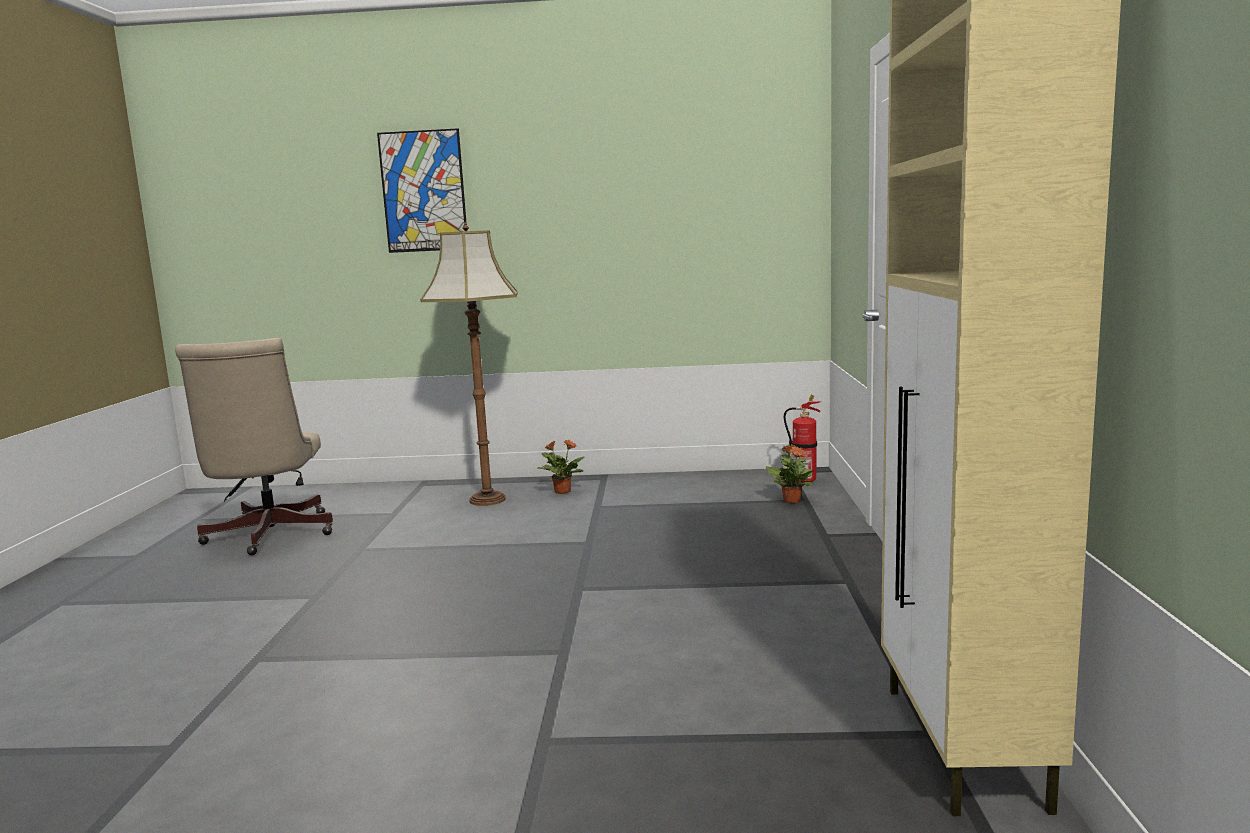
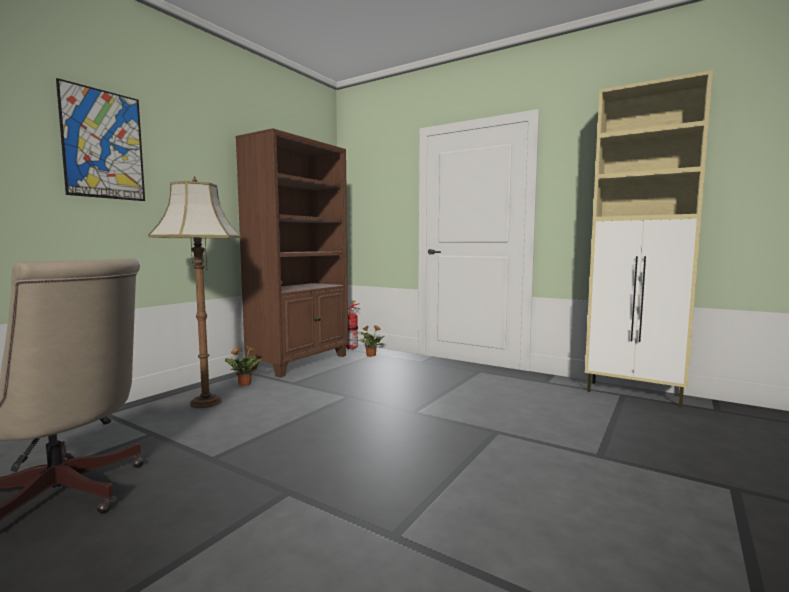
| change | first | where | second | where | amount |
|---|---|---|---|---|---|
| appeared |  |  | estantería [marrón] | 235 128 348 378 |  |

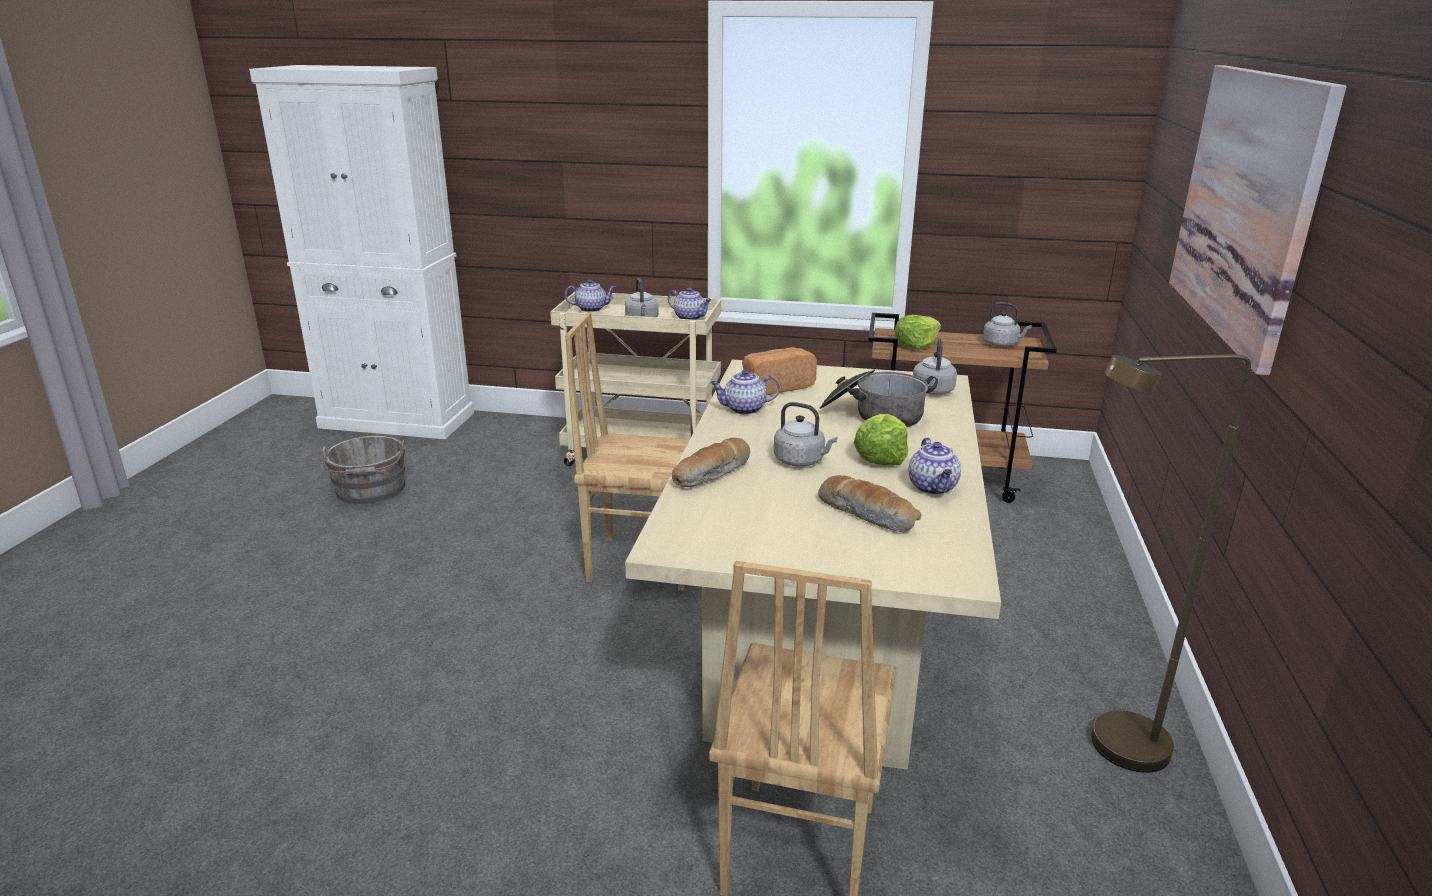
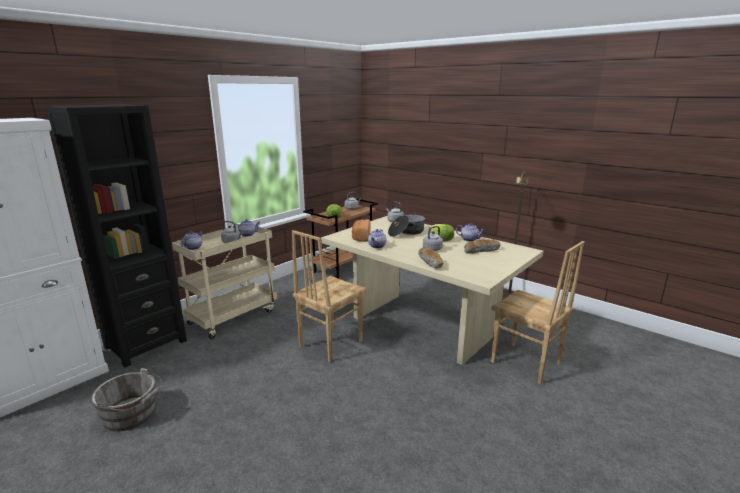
| change | first | where | second | where | amount |
|---|---|---|---|---|---|
| appeared |  |  | estantería [negro] | 46 104 187 367 |  |
| missing | cuadro | 1169 65 1346 375 |  |  |  |

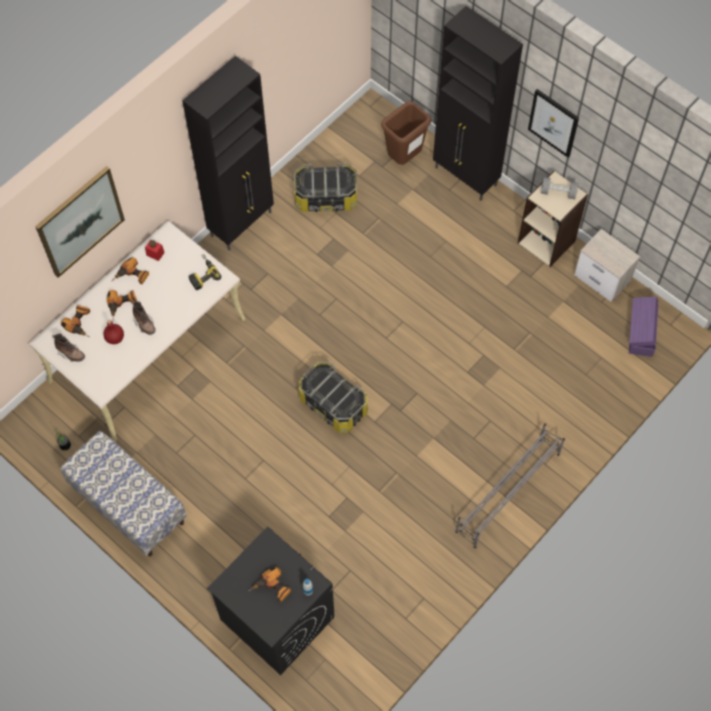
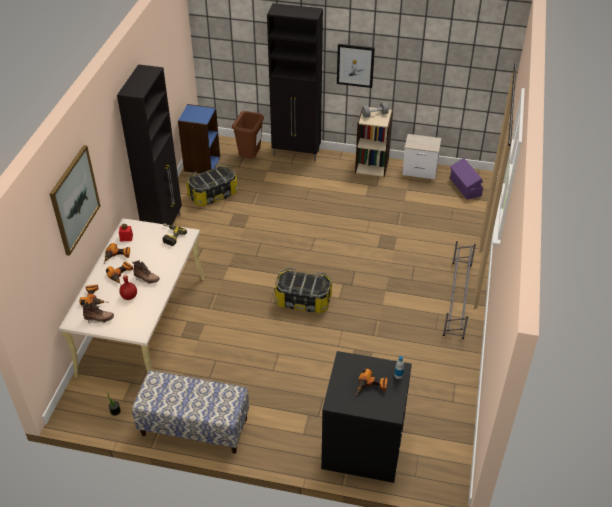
| change | first | where | second | where | amount |
|---|---|---|---|---|---|
| appeared |  |  | estantería [azul] | 178 104 220 173 |  |

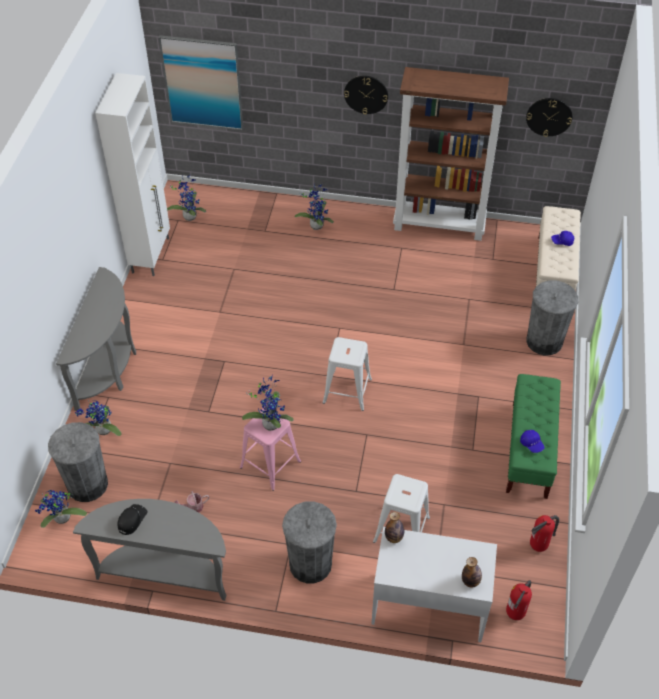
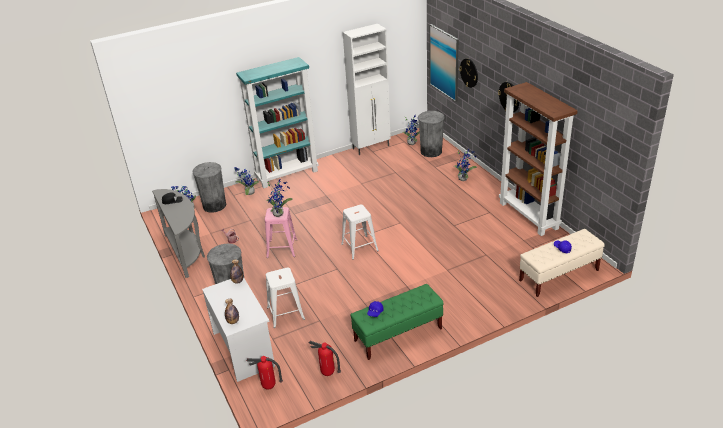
| change | first | where | second | where | amount |
|---|---|---|---|---|---|
| exchanged | mesa consola [gris] | 56 267 136 411 | estantería [turquesa] | 236 57 319 188 |  |
| relocated | papelera [gris] | 526 280 578 355 |  | 418 111 445 157 |  |
| relocated | reloj de pared | 526 98 572 137 |  | 459 58 478 88 |  |

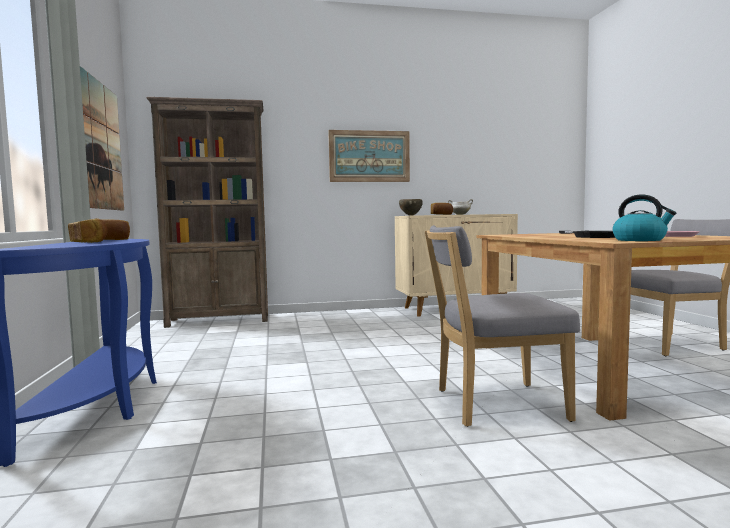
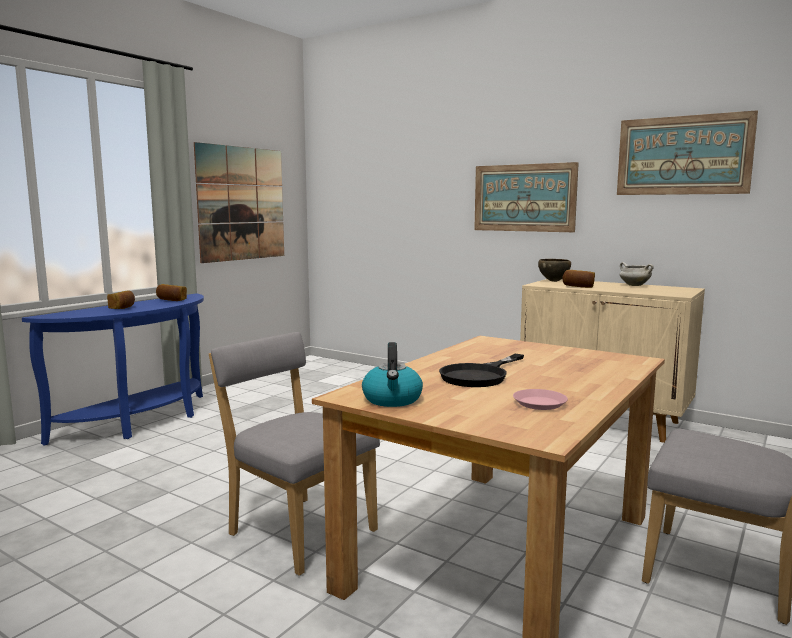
| change | first | where | second | where | amount |
|---|---|---|---|---|---|
| appeared |  |  | cuadro | 617 110 758 195 |  |
| missing | estantería [marrón] | 147 97 268 328 |  |  |  |

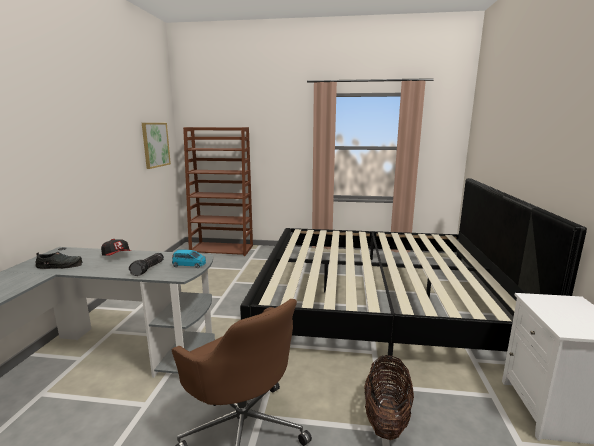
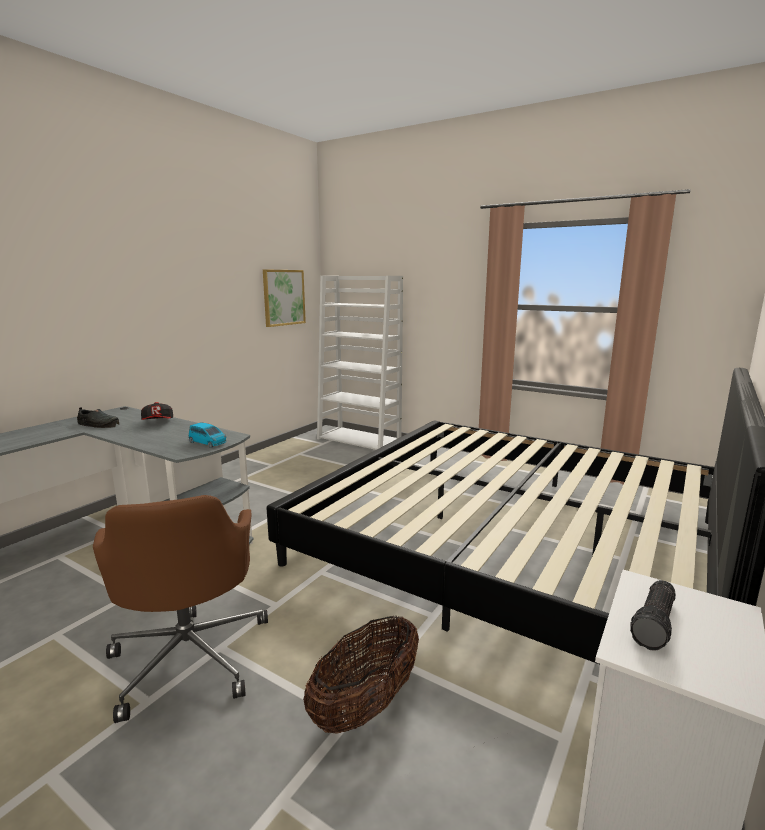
| change | first | where | second | where | amount |
|---|---|---|---|---|---|
| colour | estantería [marrón] | 183 127 253 256 | estantería [blanco] | 317 276 403 450 |  |
| relocated | linterna | 129 253 164 276 |  | 630 580 676 651 |  |

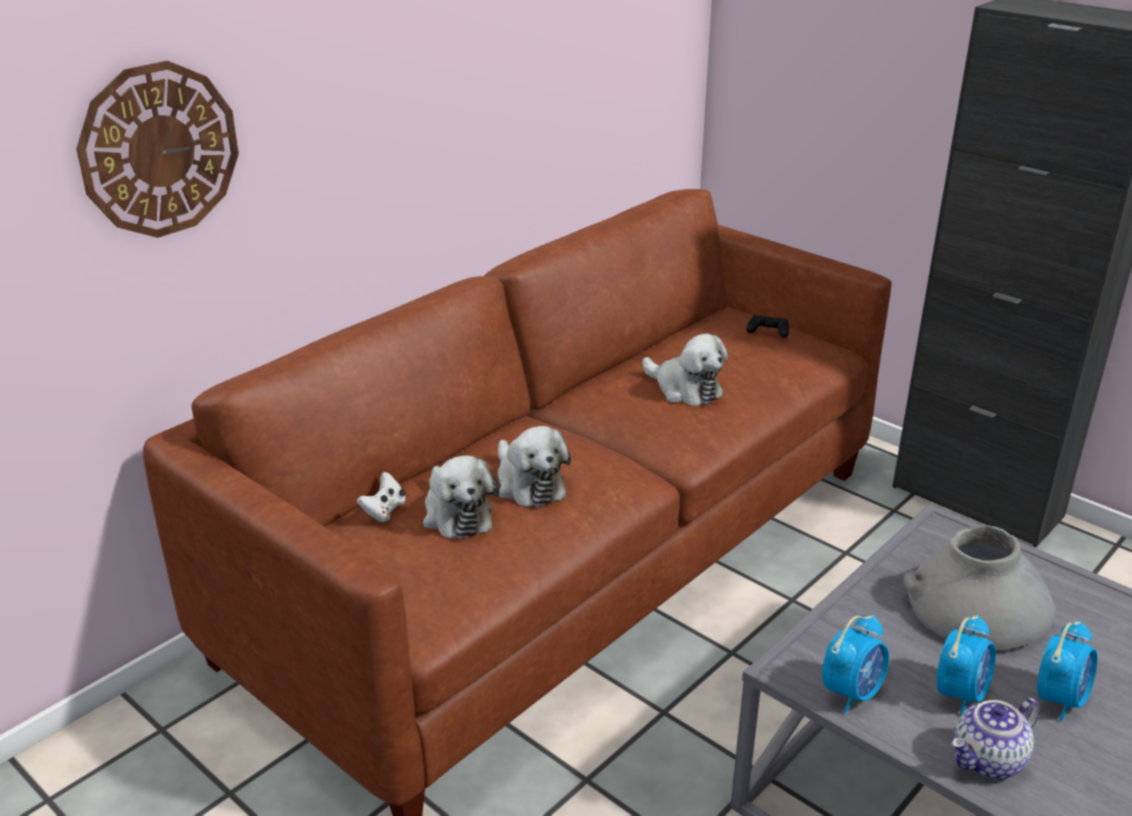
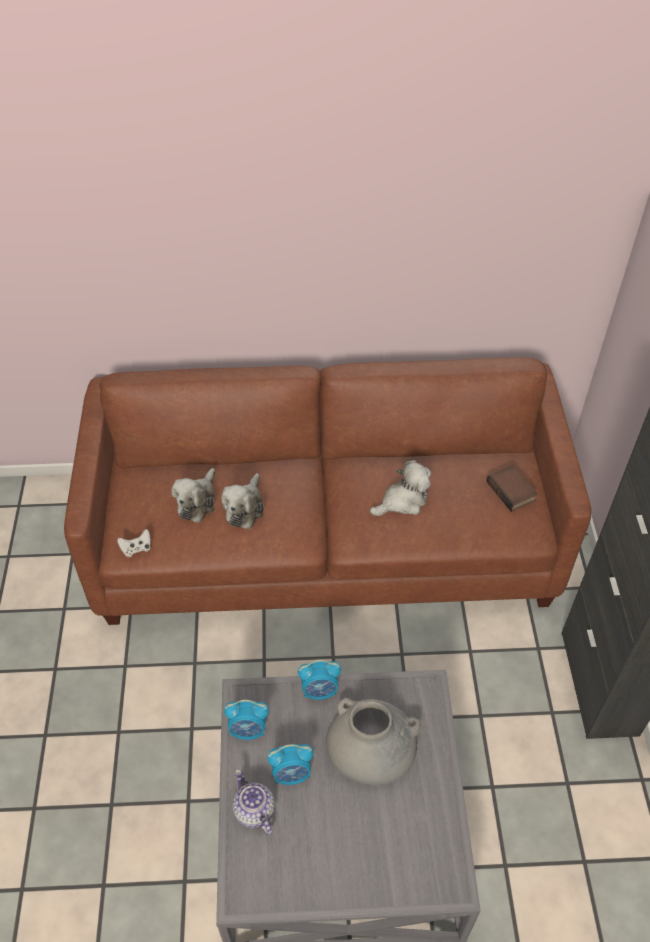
| change | first | where | second | where | amount |
|---|---|---|---|---|---|
| relocated | mando de consola [blanco] | 357 472 406 522 |  | 117 529 151 557 |  |
| spun | tetera | 952 698 1040 779 |  | 232 769 275 836 | 45 degrees clockwise |
| relocated | despertador | 1037 620 1097 722 |  | 298 660 341 700 |  |
| spun | peluche | 642 334 728 406 |  | 370 460 431 516 | 120 degrees counterclockwise |
| exchanged | mando de consola [negro] | 746 315 789 338 | libro | 486 465 538 512 |  |
| missing | reloj de pared | 76 61 239 238 |  |  |  |

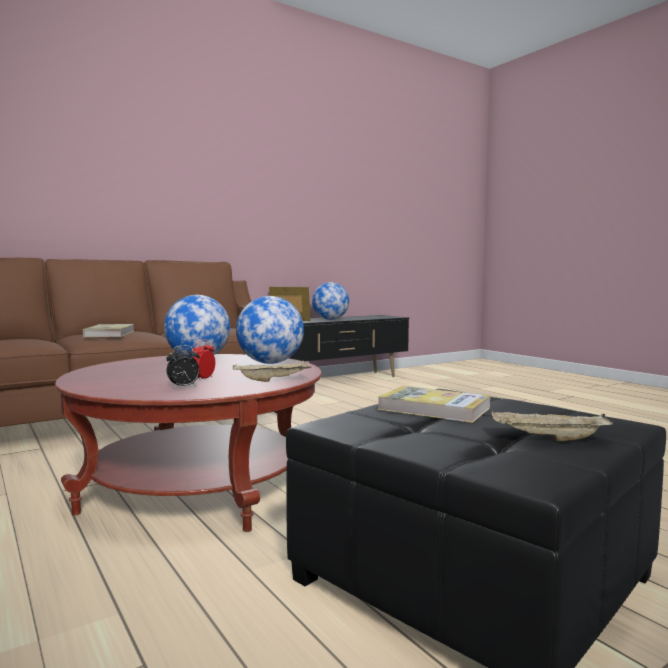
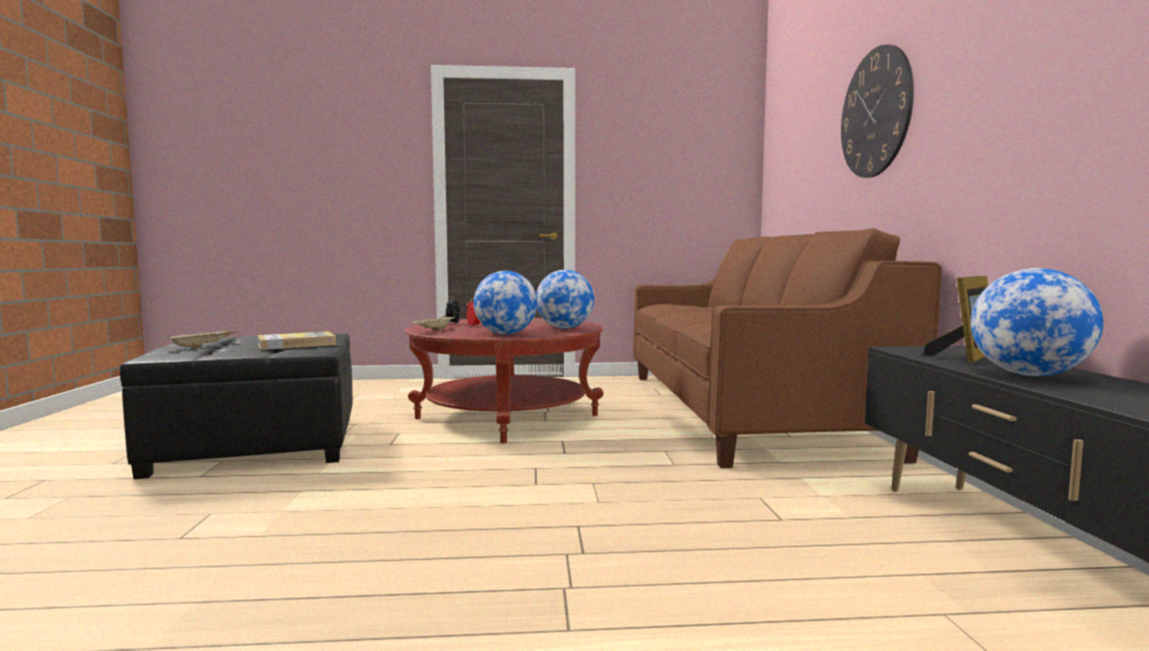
| change | first | where | second | where | amount |
|---|---|---|---|---|---|
| appeared |  |  | reloj de pared | 841 45 914 178 |  |
| missing | libro | 83 324 134 337 |  |  |  |

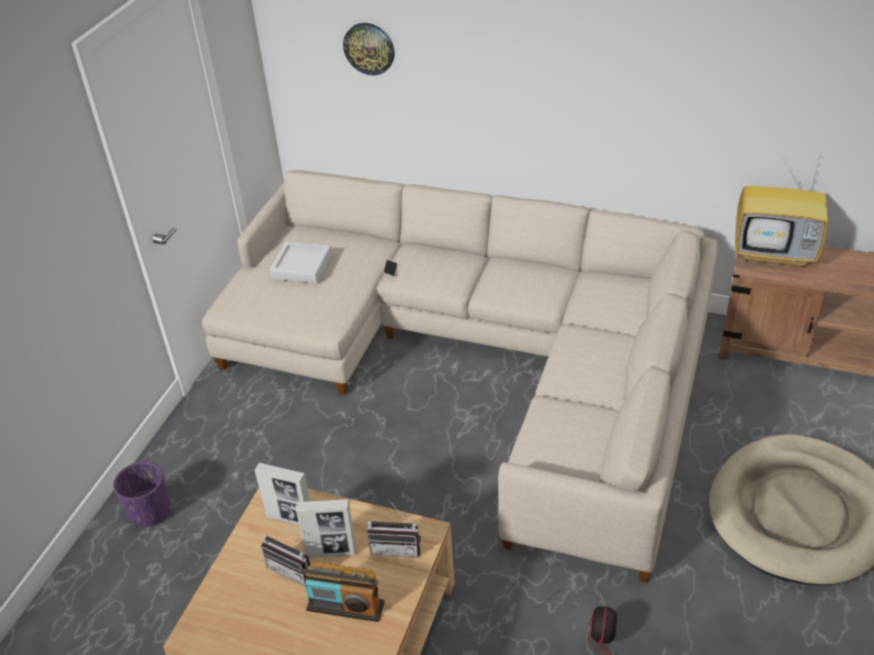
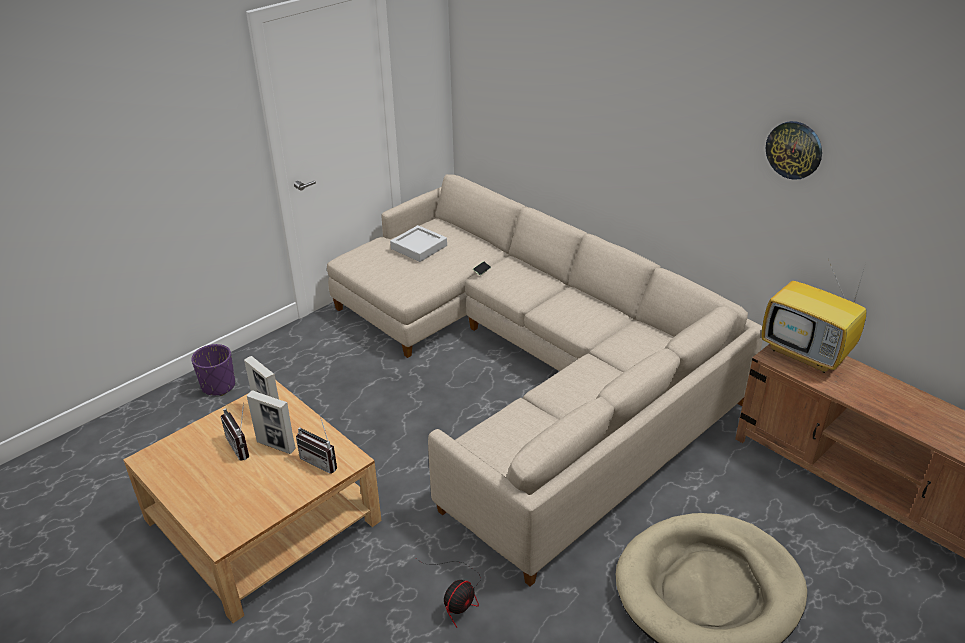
| change | first | where | second | where | amount |
|---|---|---|---|---|---|
| relocated | reloj de pared | 343 23 395 75 |  | 766 121 822 180 |  |
| missing | radio | 301 562 385 622 |  |  |  |

